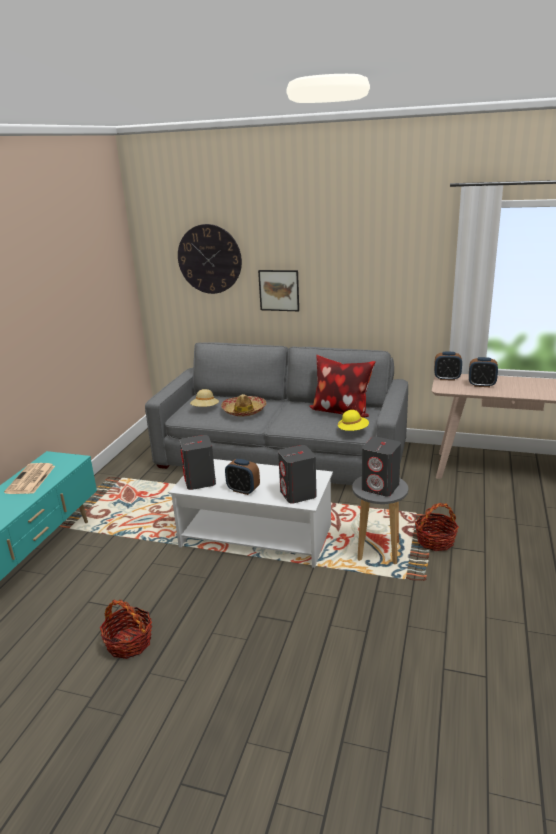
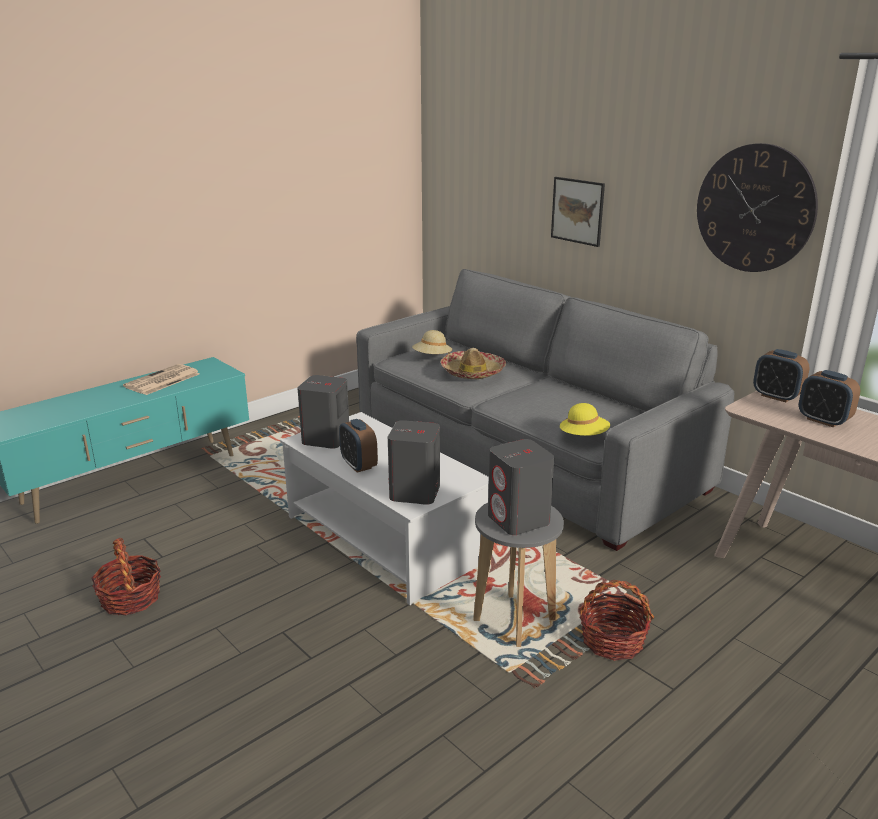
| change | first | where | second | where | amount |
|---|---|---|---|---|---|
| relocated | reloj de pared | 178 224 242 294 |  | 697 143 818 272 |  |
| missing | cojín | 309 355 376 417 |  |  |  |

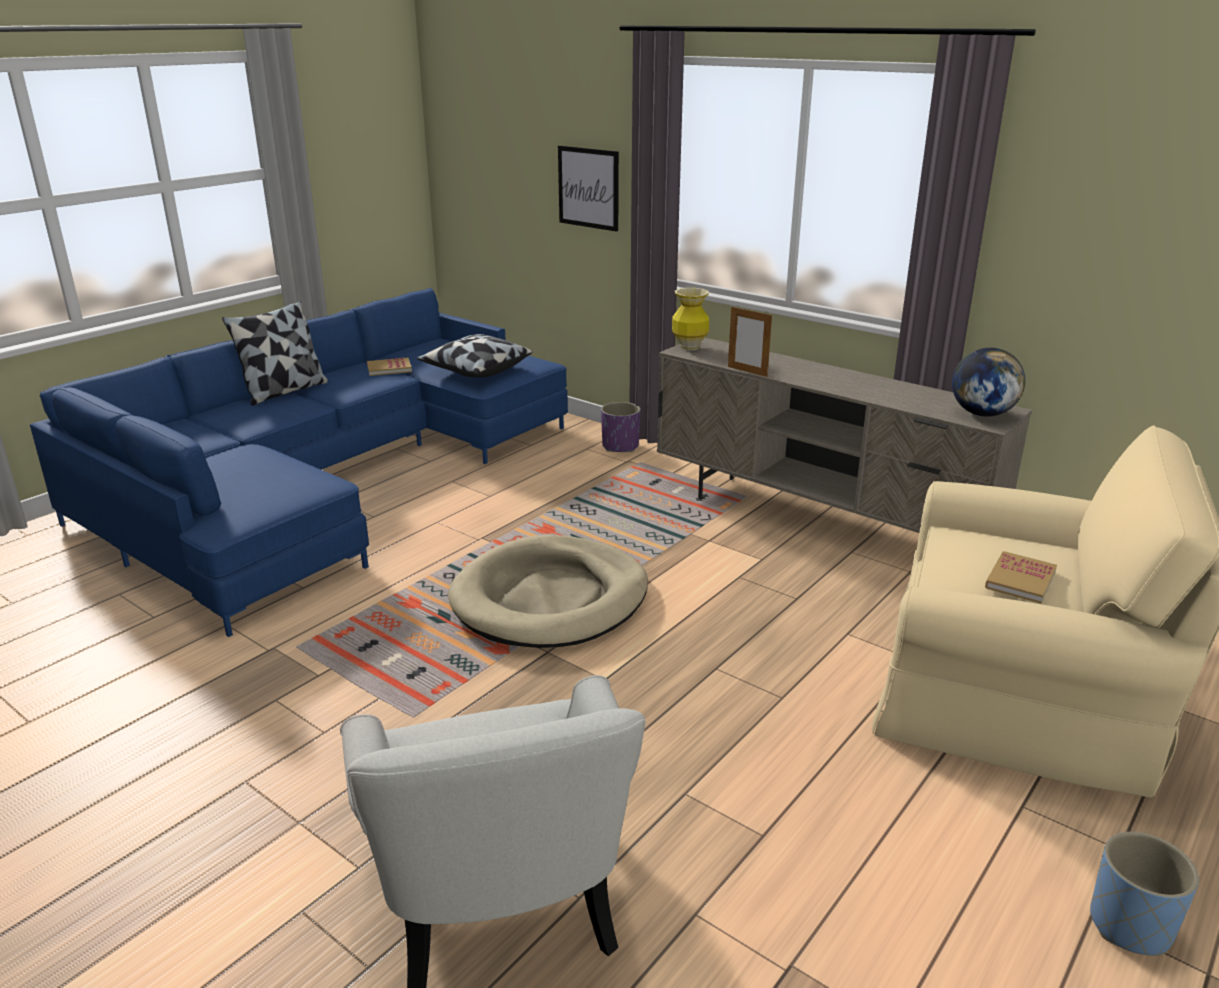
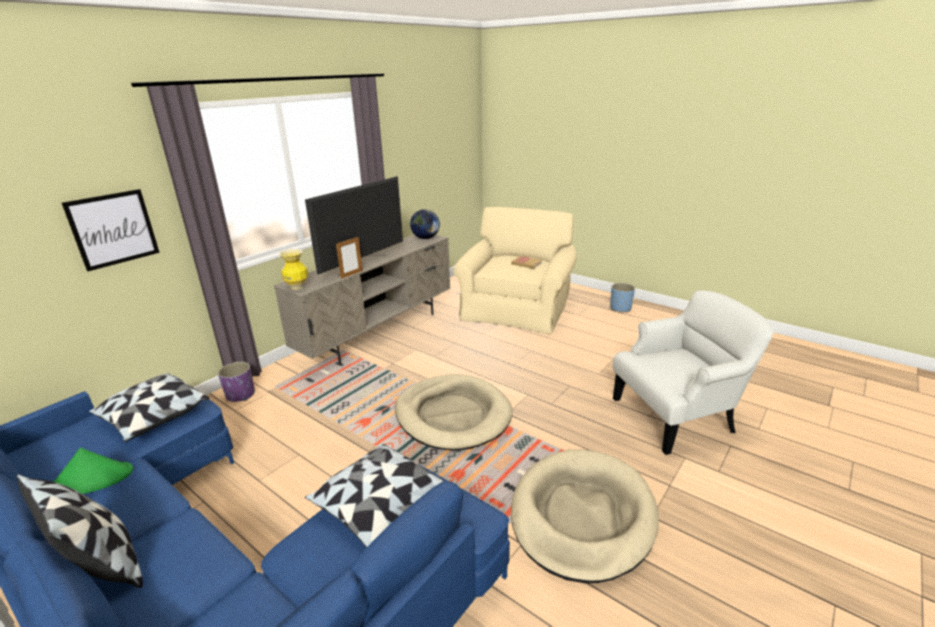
| change | first | where | second | where | amount |
|---|---|---|---|---|---|
| exchanged | libro | 367 358 412 376 | sombrero [verde] | 53 448 133 494 |  |
| appeared |  |  | televisor | 305 176 403 276 |  |
| appeared |  |  | cojín | 305 443 443 548 |  |
| appeared |  |  | cama para perro [beis] | 511 450 659 584 |  |

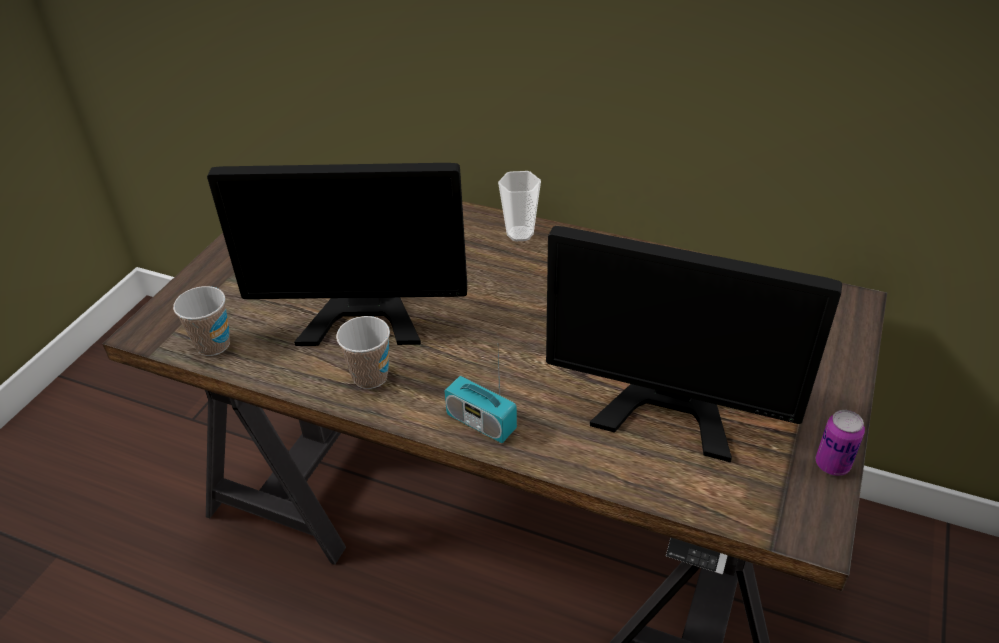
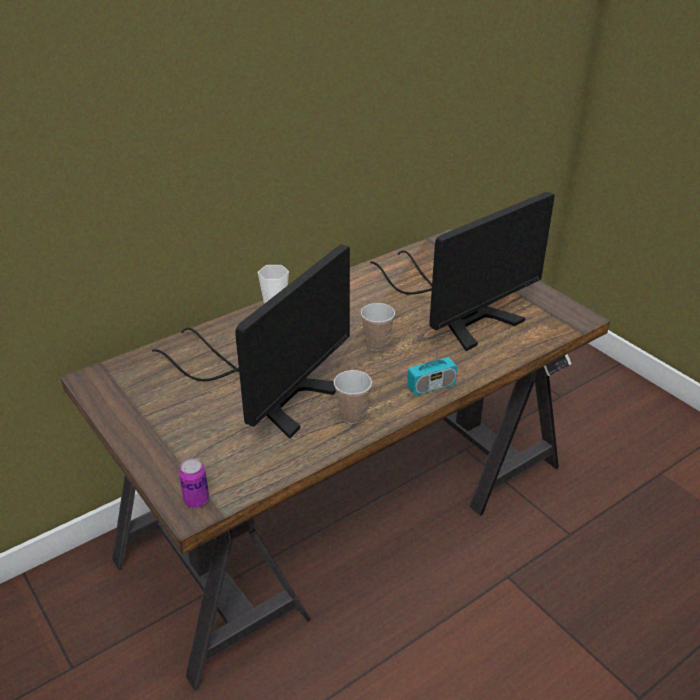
| change | first | where | second | where | amount |
|---|---|---|---|---|---|
| relocated | lata | 816 410 865 476 |  | 179 458 209 508 |  |
| relocated | taza | 173 286 230 356 |  | 361 303 395 351 |  |

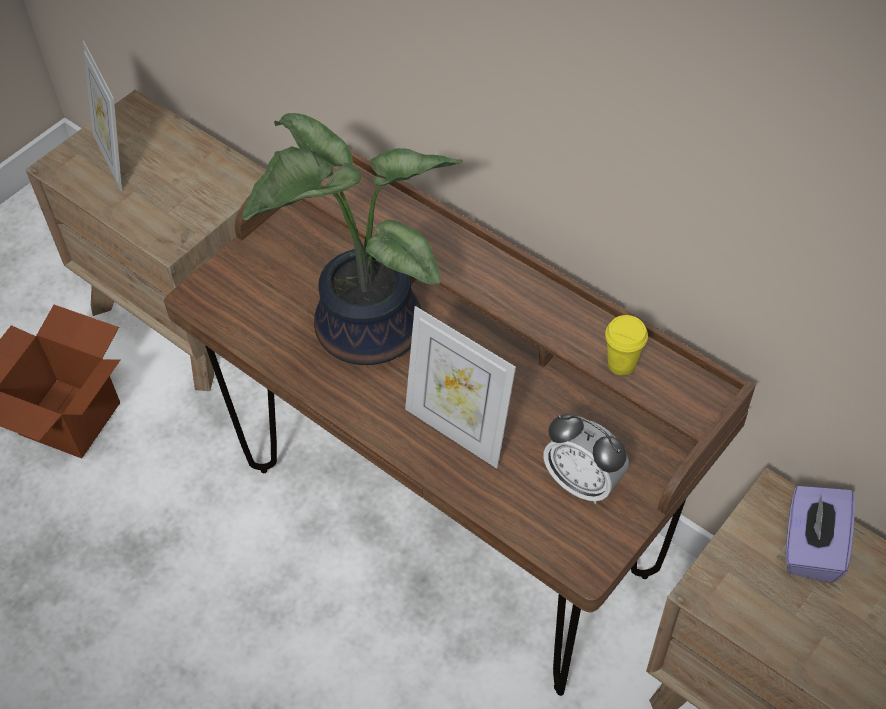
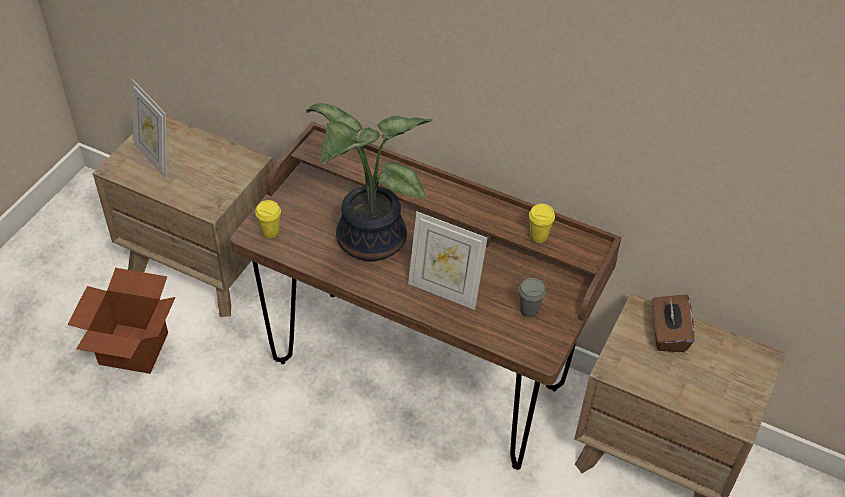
| change | first | where | second | where | amount |
|---|---|---|---|---|---|
| appeared |  |  | taza [amarillo] | 255 200 281 238 |  |
| exchanged | despertador | 543 413 629 504 | taza [gris] | 519 278 546 317 |  |
| colour | caja de pañuelos [morado] | 786 486 855 583 | caja de pañuelos [marrón] | 652 294 694 352 |  |

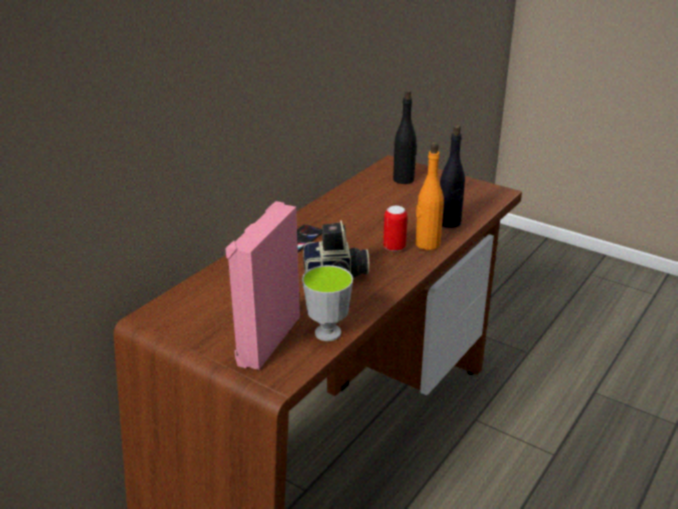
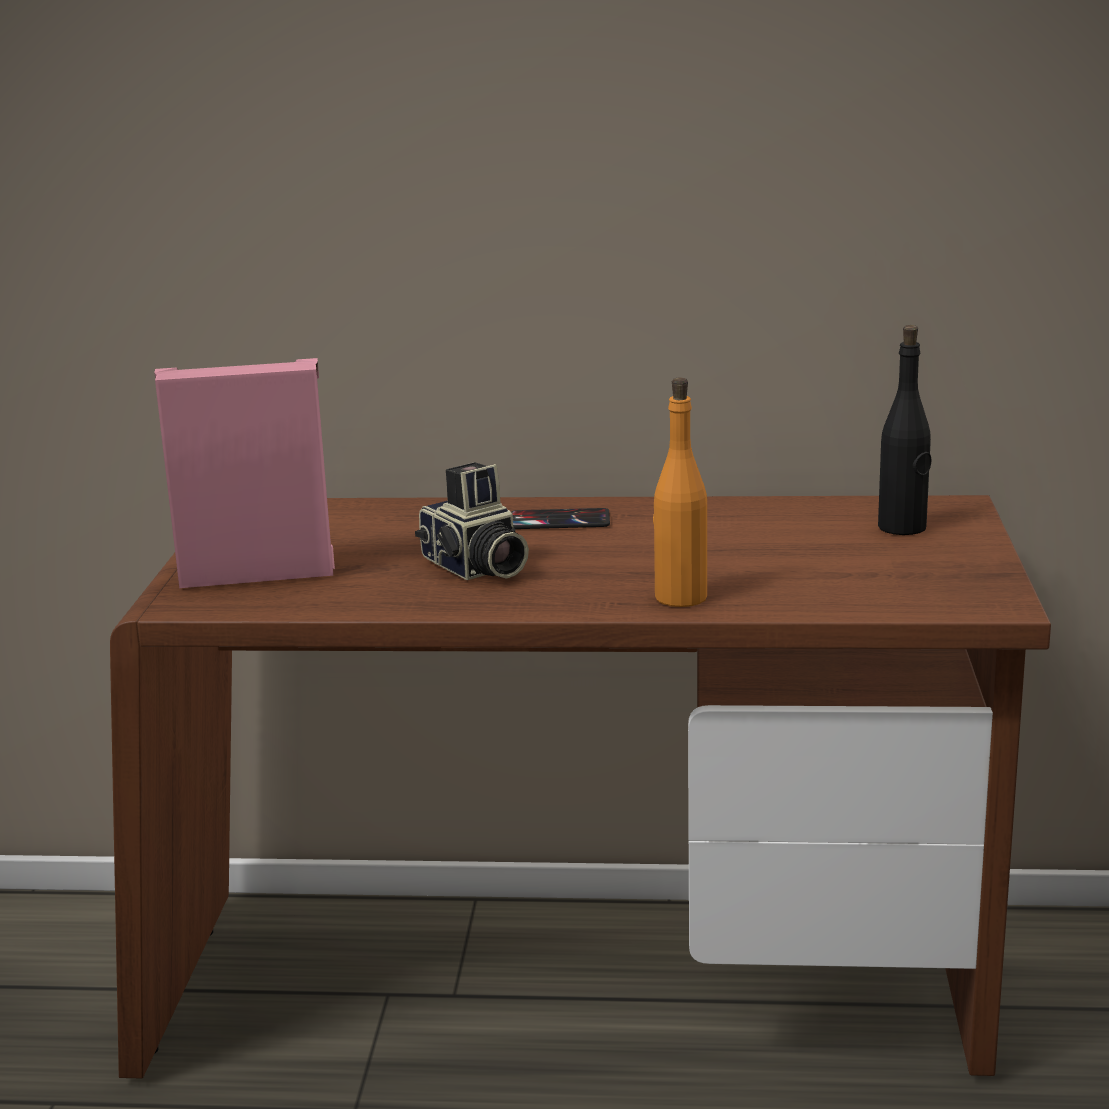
| change | first | where | second | where | amount |
|---|---|---|---|---|---|
| missing | taza | 302 265 353 341 |  |  |  |
| missing | lata | 383 206 408 252 |  |  |  |
| missing | botella [negro] | 440 125 465 228 |  |  |  |

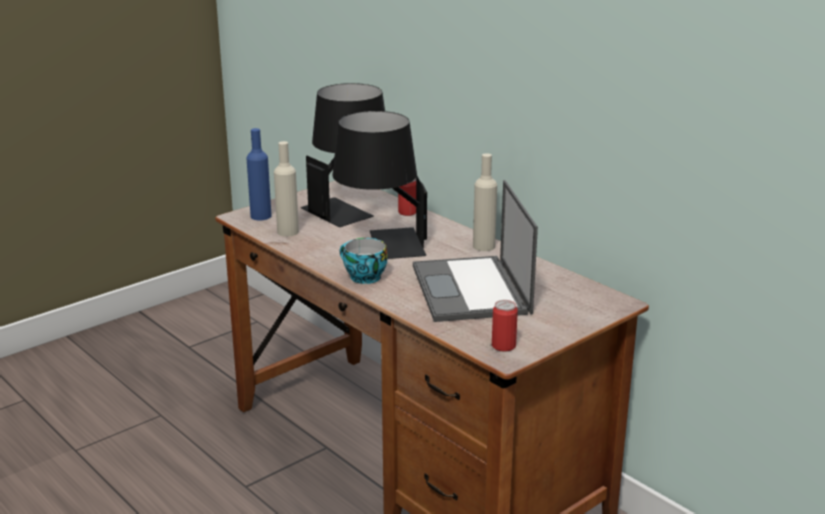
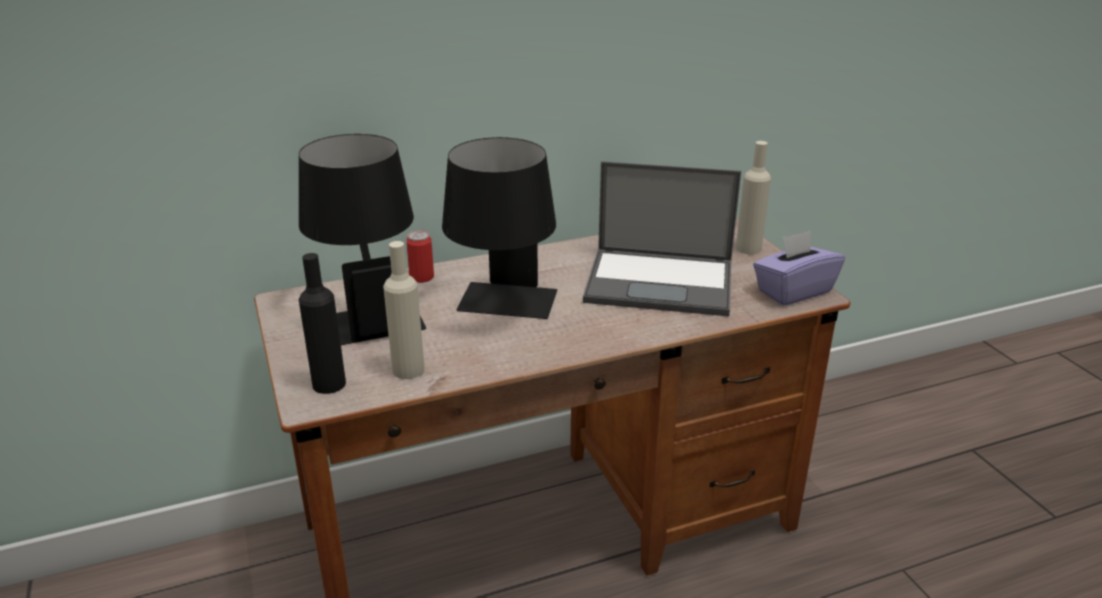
| change | first | where | second | where | amount |
|---|---|---|---|---|---|
| colour | botella [azul] | 246 128 272 220 | botella [negro] | 299 253 346 394 |  |
| relocated | botella [beis] | 473 153 497 251 |  | 736 141 771 254 |  |
| exchanged | lata | 492 300 518 352 | caja de pañuelos [morado] | 753 231 845 306 |  |
| missing | taza | 340 238 388 284 |  |  |  |

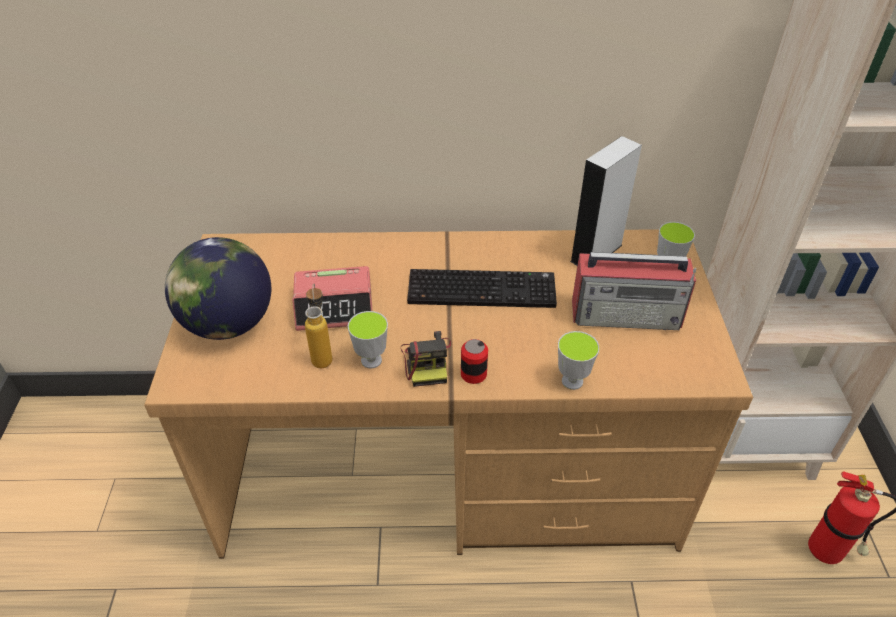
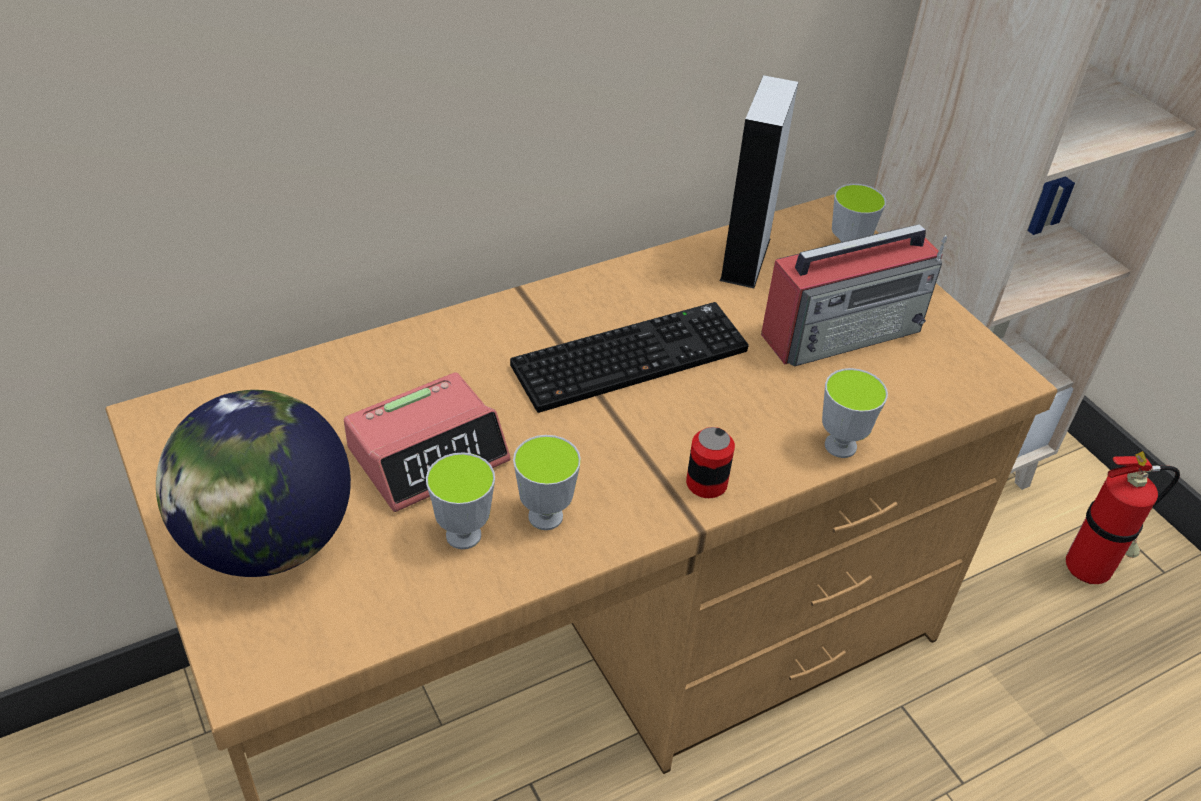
| change | first | where | second | where | amount |
|---|---|---|---|---|---|
| exchanged | botella | 305 283 332 368 | taza | 426 452 495 549 |  |
| missing | cámara | 401 331 451 387 |  |  |  |

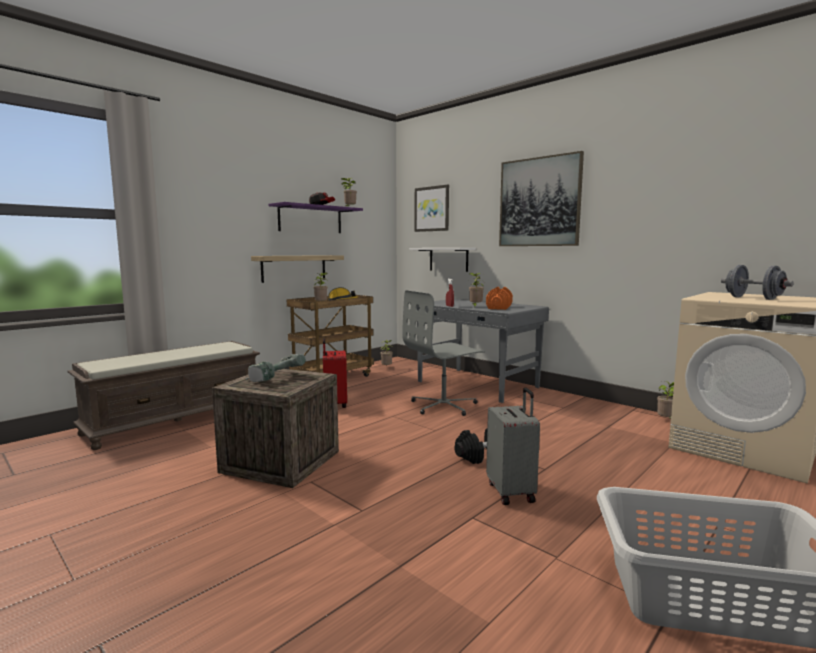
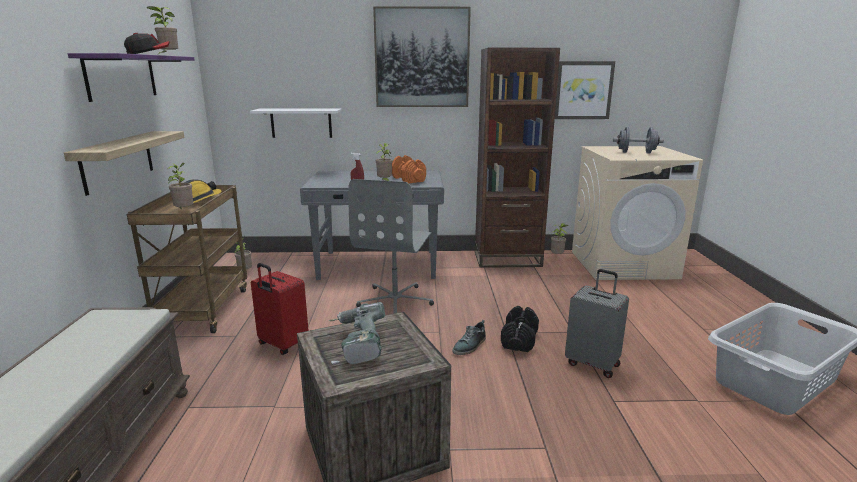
| change | first | where | second | where | amount |
|---|---|---|---|---|---|
| appeared |  |  | zapato | 452 320 486 355 |  |
| appeared |  |  | estantería [marrón] | 475 48 560 268 |  |
| relocated | cuadro | 415 184 449 232 |  | 555 61 615 119 |  |

